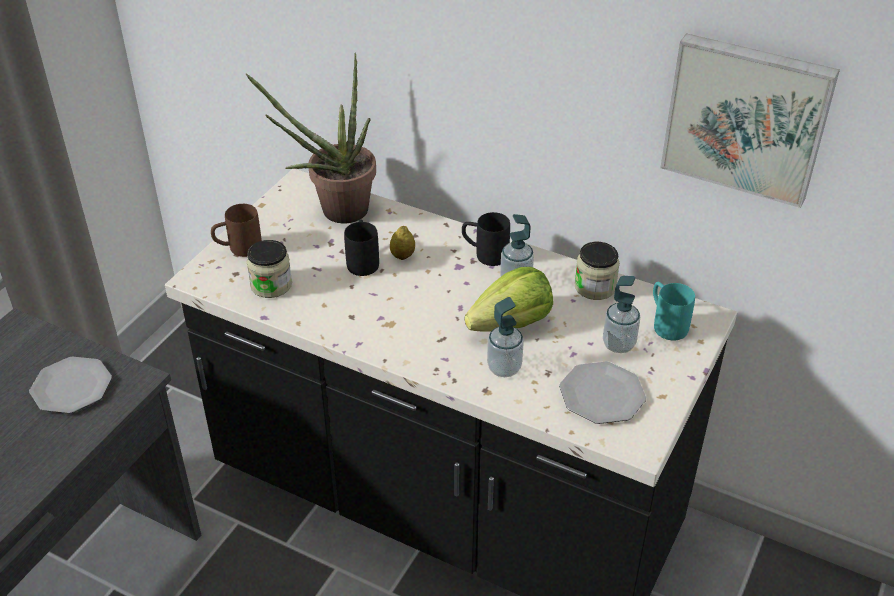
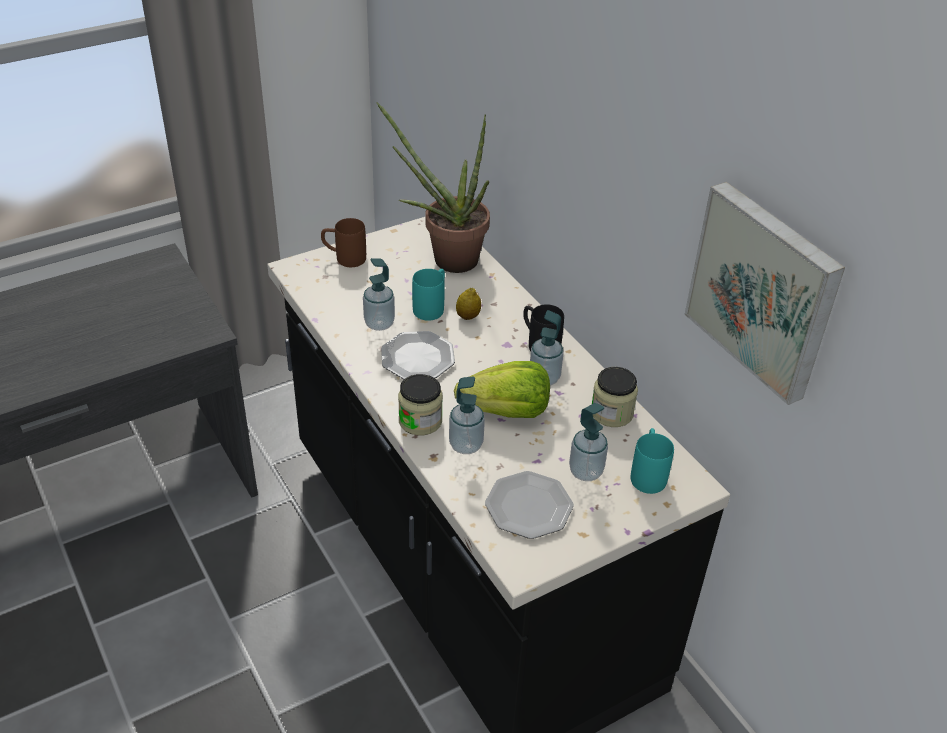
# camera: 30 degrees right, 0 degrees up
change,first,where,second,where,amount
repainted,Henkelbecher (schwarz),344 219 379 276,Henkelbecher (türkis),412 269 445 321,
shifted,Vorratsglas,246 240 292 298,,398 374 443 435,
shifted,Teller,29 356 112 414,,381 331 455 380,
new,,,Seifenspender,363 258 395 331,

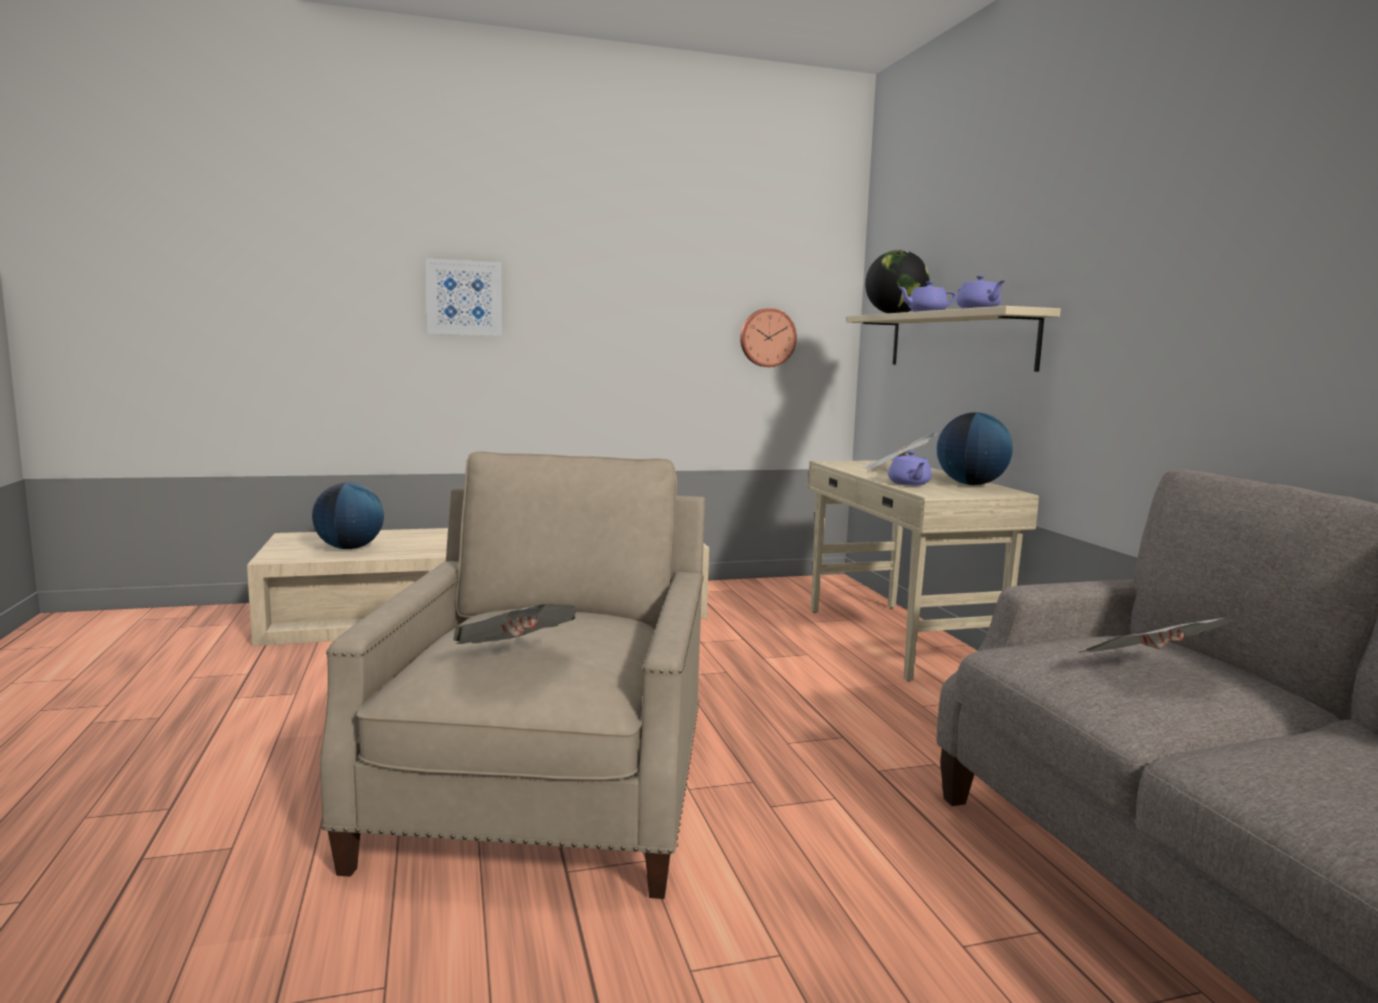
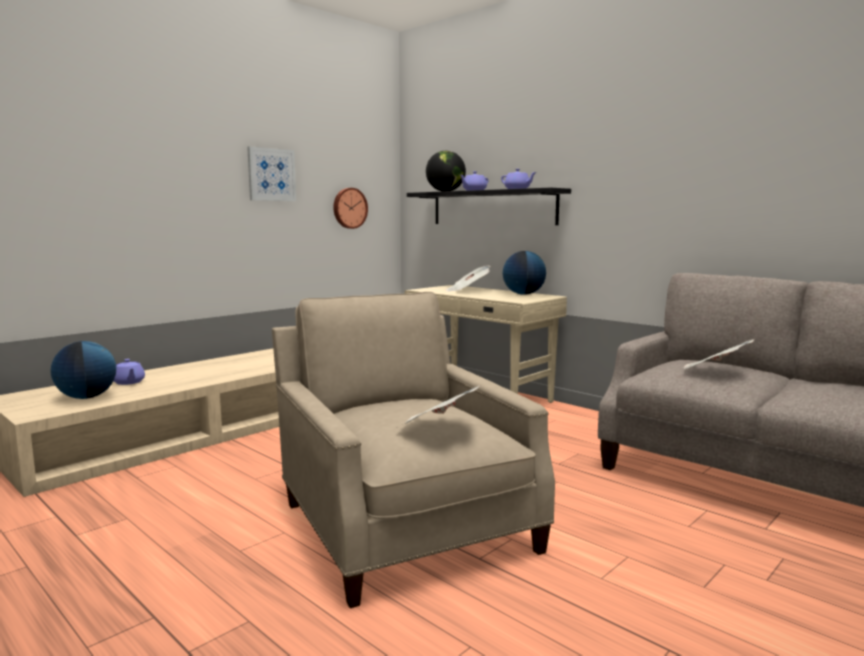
# camera: 30 degrees left, 0 degrees up
change,first,where,second,where,amount
shifted,Bild,426 258 502 336,,247 146 296 201,
repainted,Wandregal (beige),846 306 1061 372,Wandregal (schwarz),407 188 571 225,
shifted,Teekanne (lila),888 451 932 486,,114 359 145 385,

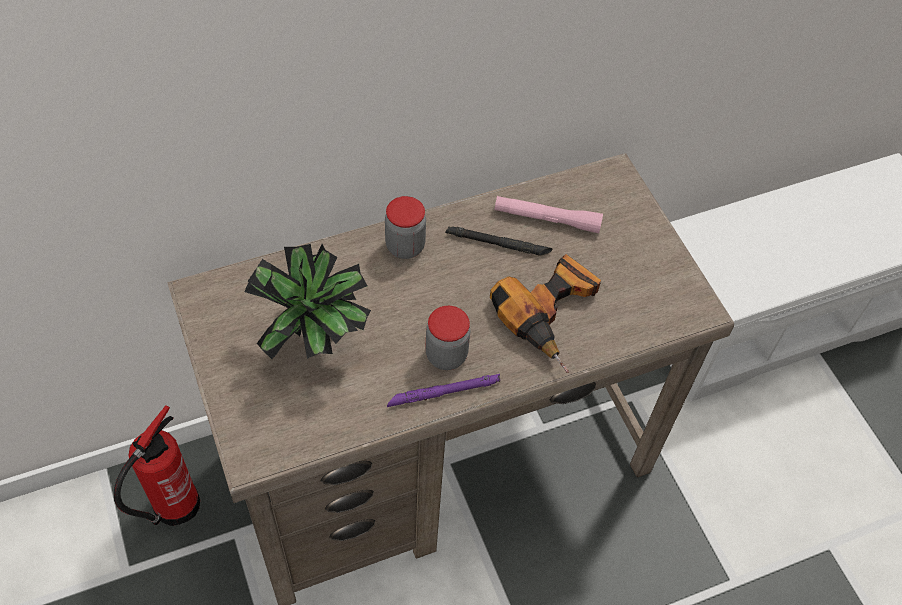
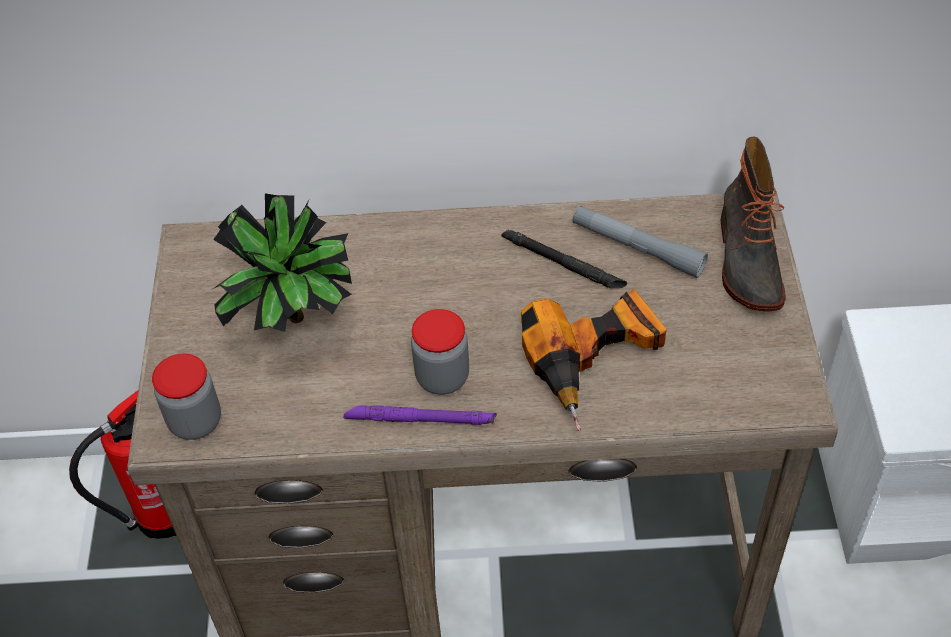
# camera: 25 degrees right, 5 degrees down
change,first,where,second,where,amount
shifted,Vorratsglas,385 196 426 259,,152 354 221 440,
repainted,Taschenlampe (rosa),495 196 603 233,Taschenlampe (grau),572 205 708 278,
new,,,Stiefel,721 137 786 311,

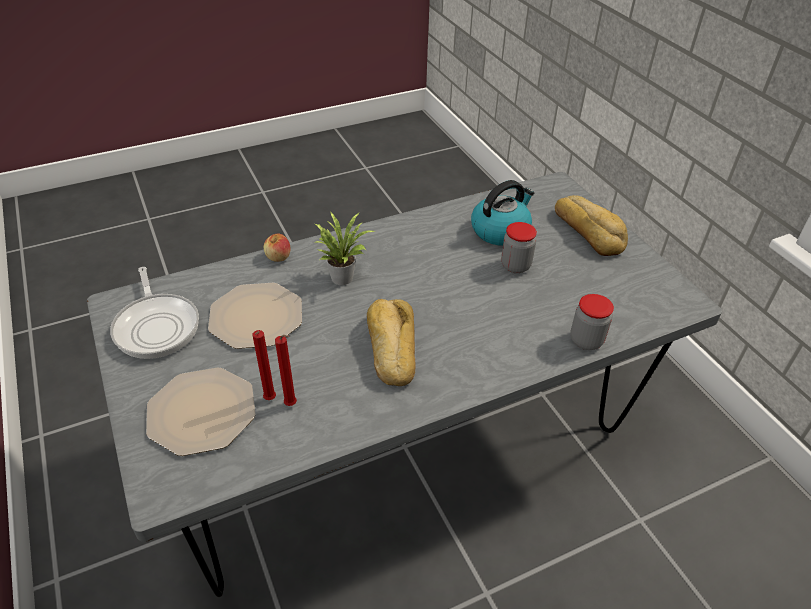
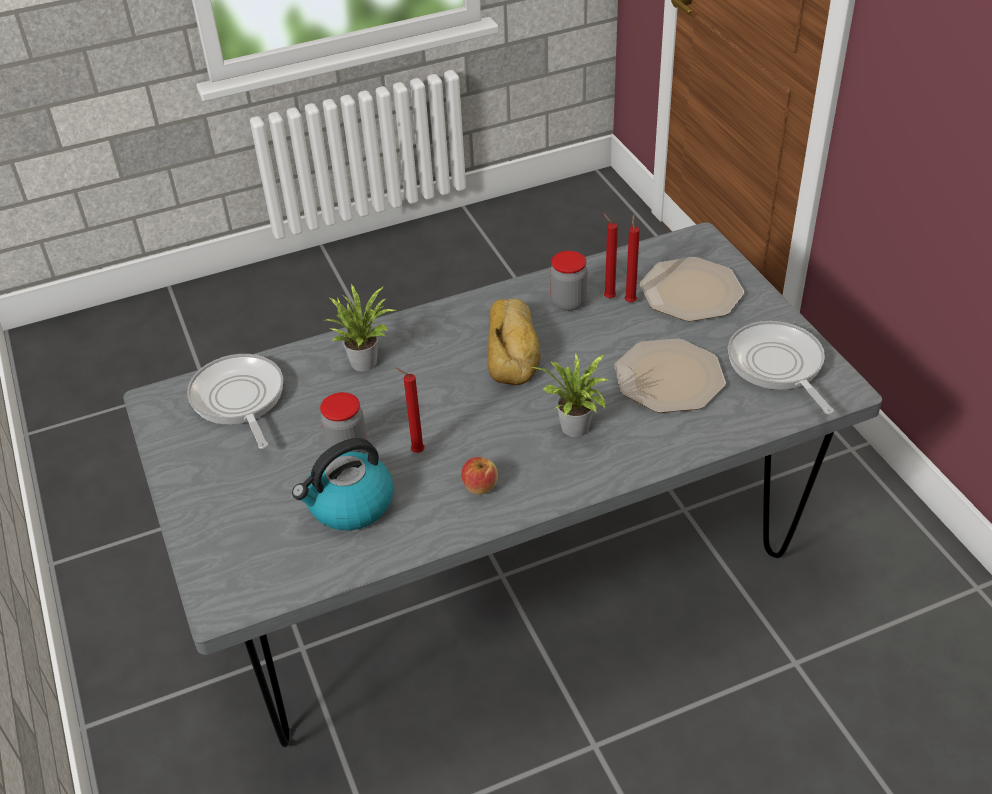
# camera: 175 degrees left, 0 degrees up
change,first,where,second,where,amount
gone,Brot,555 195 628 256,,,
shifted,Apfel,263 234 290 262,,461 457 498 495,
shifted,Vorratsglas,570 294 614 350,,550 251 587 311,
new,,,Topfpflanze,325 284 396 372,
new,,,Pfanne,187 354 283 449,
new,,,Kerze (rot),396 368 425 453,

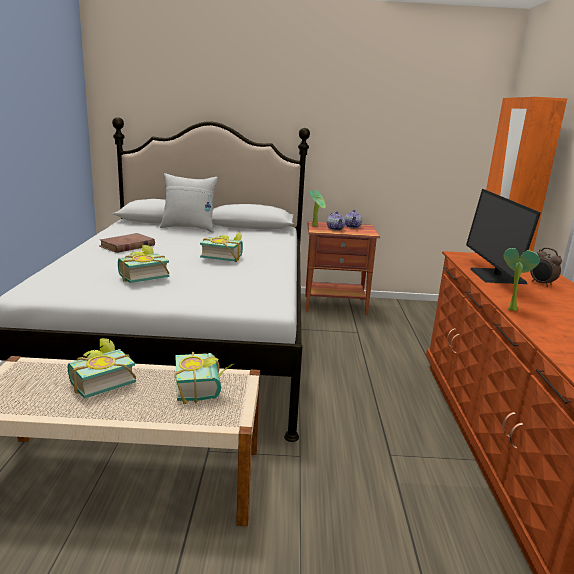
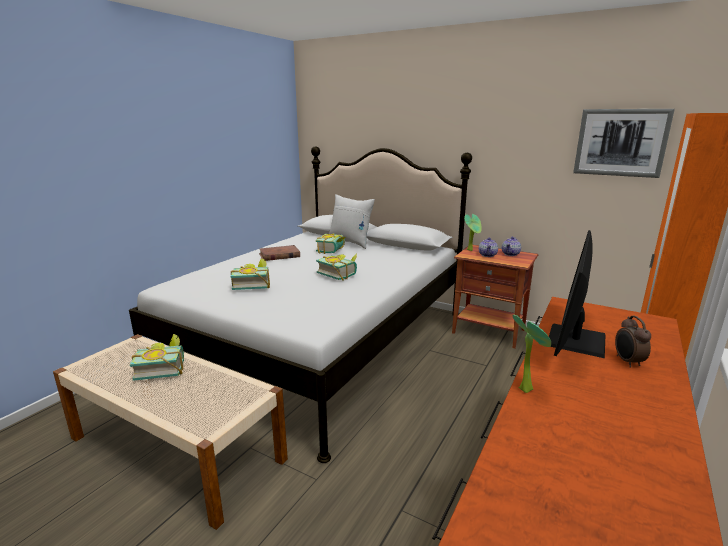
# camera: 30 degrees right, 0 degrees up
change,first,where,second,where,amount
shifted,Buch,174 352 234 404,,316 233 345 254,
new,,,Bild,573 109 675 178,

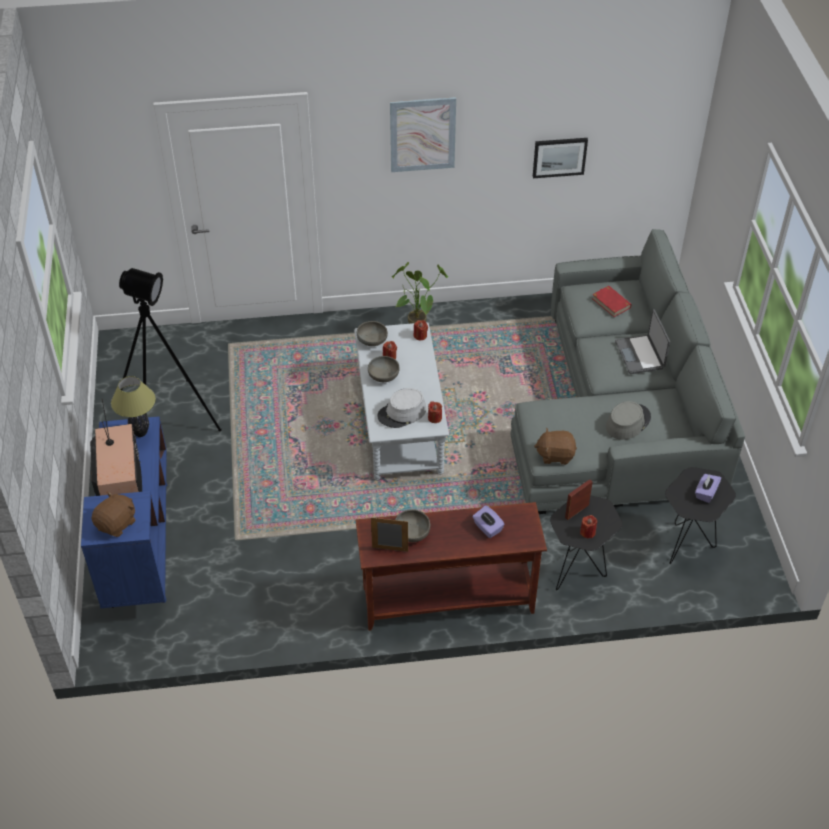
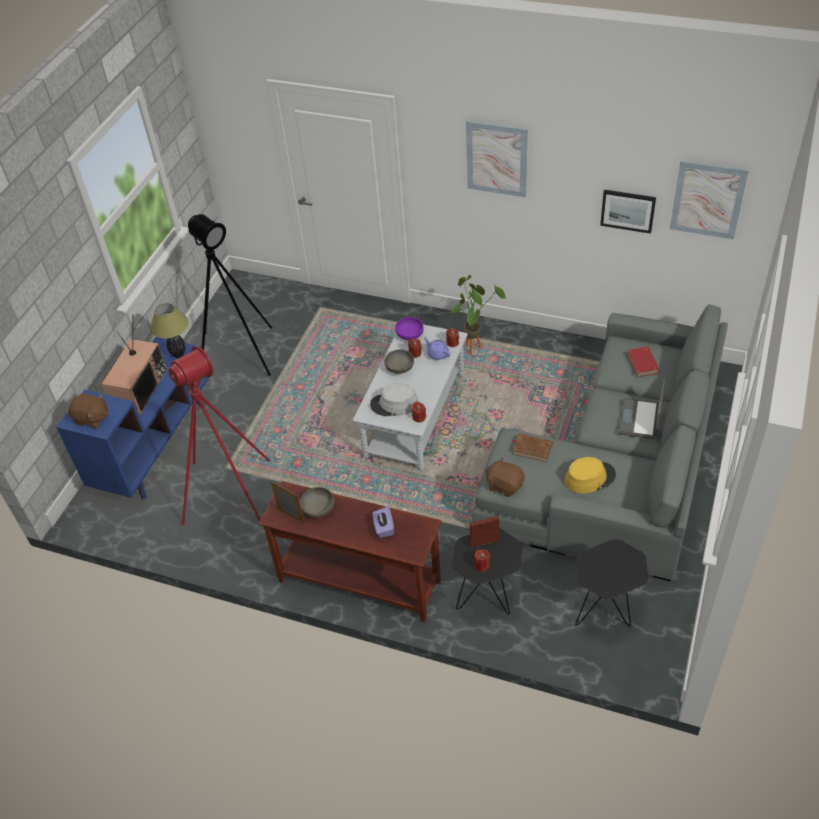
# camera: 30 degrees right, 0 degrees up
change,first,where,second,where,amount
repainted,Schüssel (grau),357 321 388 346,Schüssel (lila),395 317 424 340,
repainted,Hut (grau),606 401 651 440,Hut (gelb),565 457 616 493,
gone,Taschentuchbox (lila),695 474 721 503,,,
rotated,Plüschtier (braun),91 492 136 537,,68 393 108 428,45 degrees clockwise
new,,,Bild,670 160 749 239,
new,,,Teekanne (lila),424 337 450 360,
new,,,Stehlampe (rot),168 346 270 526,
new,,,Buch (braun),511 434 553 462,

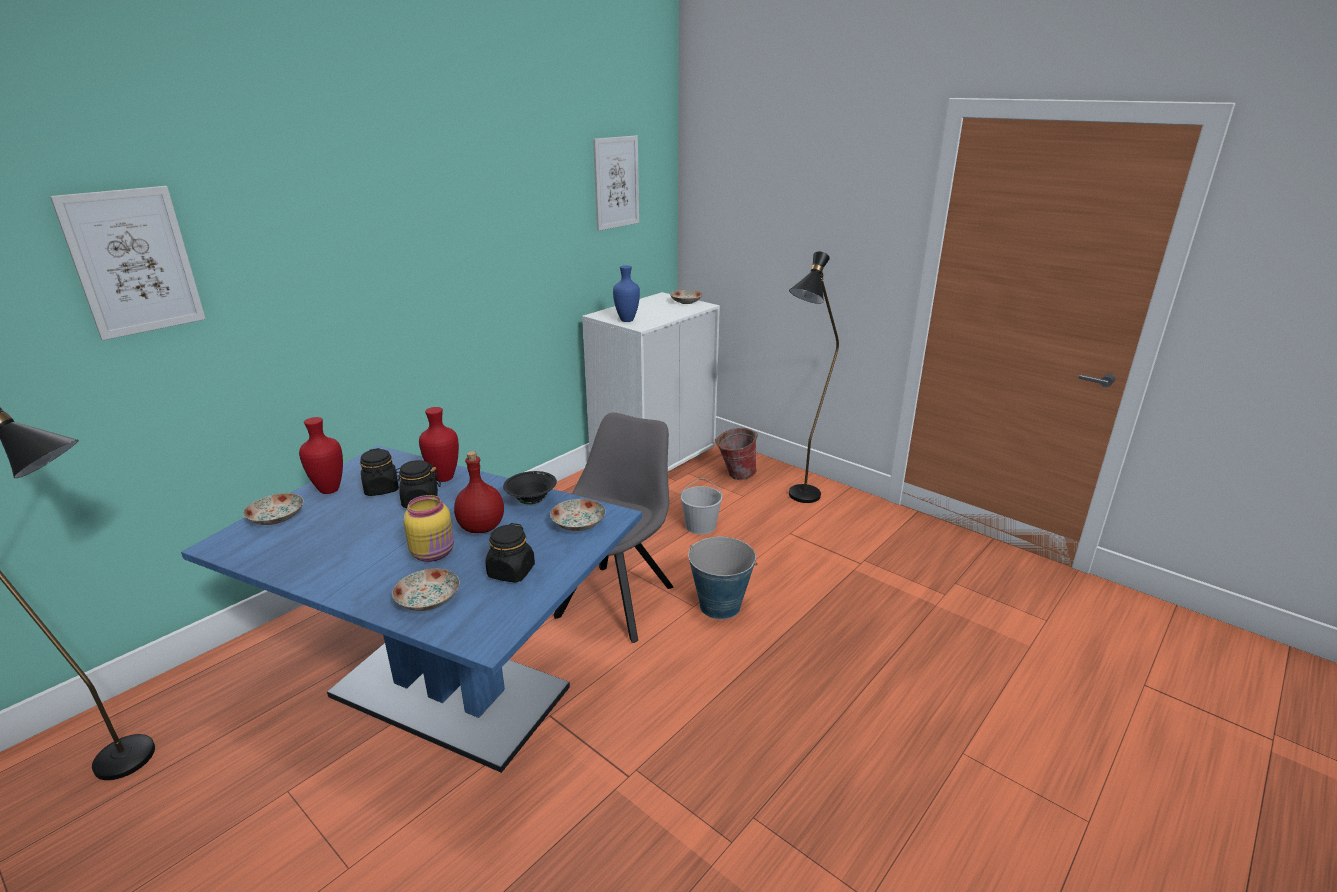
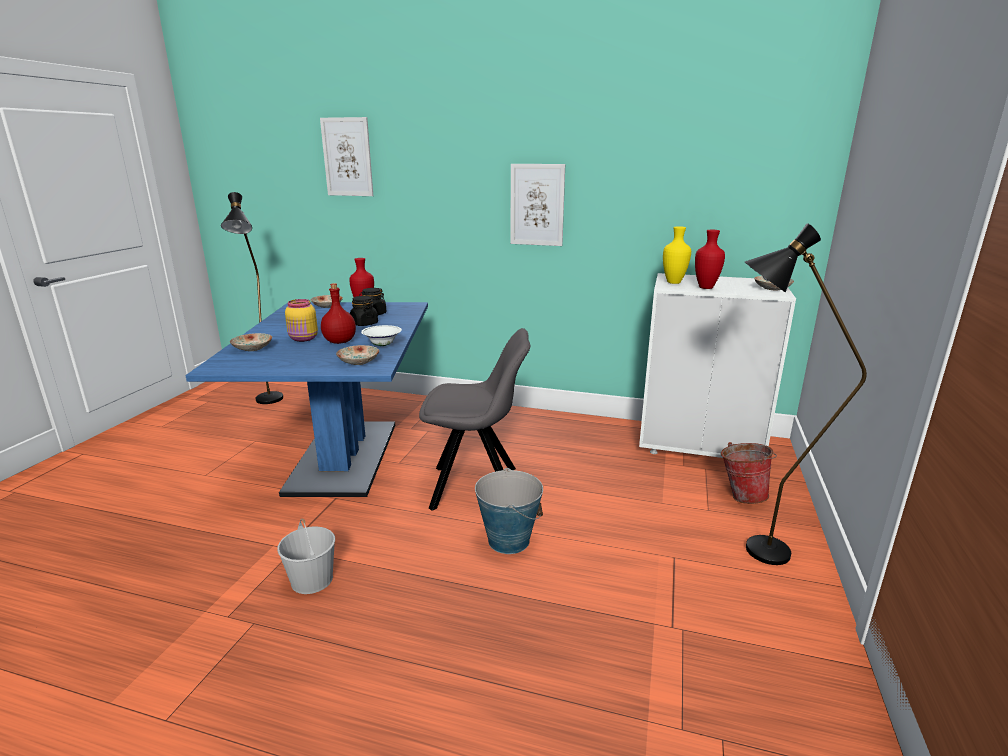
# camera: 65 degrees right, 5 degrees down
change,first,where,second,where,amount
shifted,Bild,593 136 639 231,,510 164 565 246,
repainted,Vase (blau),613 265 640 322,Vase (gelb),663 226 691 284,
shifted,Vase (rot),419 407 459 482,,695 230 725 289,
repainted,Schüssel (schwarz),503 471 557 505,Schüssel (weiß),361 325 402 346,
shifted,Eimer (weiß),680 478 722 535,,277 518 335 594,
gone,Vorratsglas (schwarz),485 523 535 582,,,

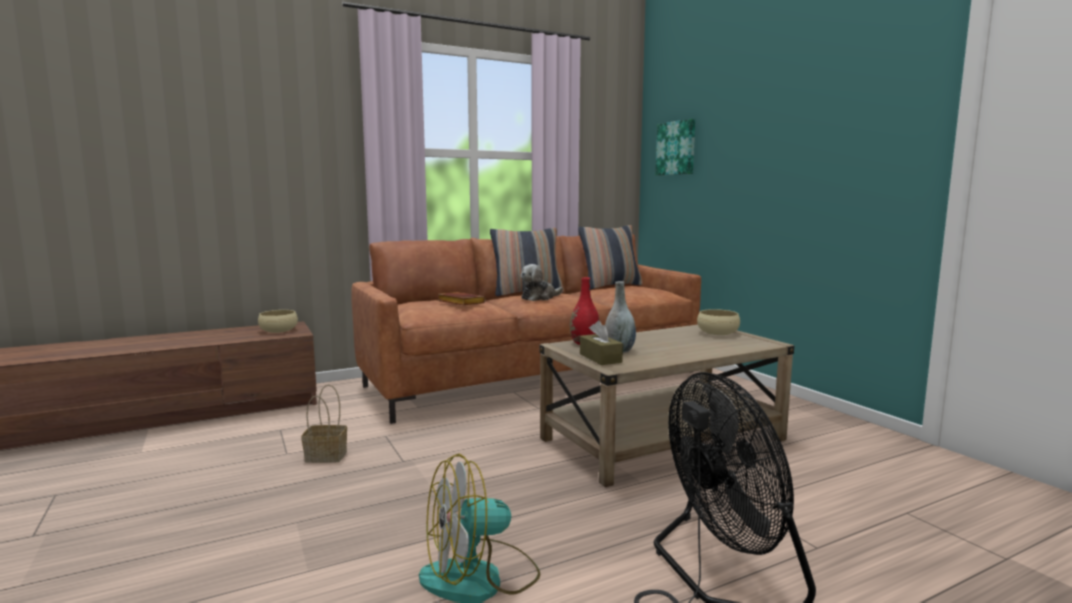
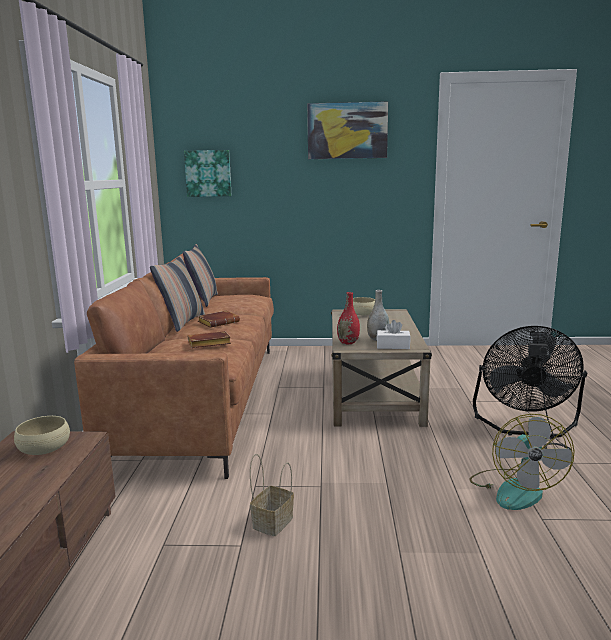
# camera: 60 degrees left, 5 degrees up
change,first,where,second,where,amount
swapped,Plüschtier,520 264 563 301,Buch (braun),198 311 240 328,
repainted,Taschentuchbox (braun),580 321 623 365,Taschentuchbox (weiß),377 320 411 349,
new,,,Bild,307 101 388 159,

